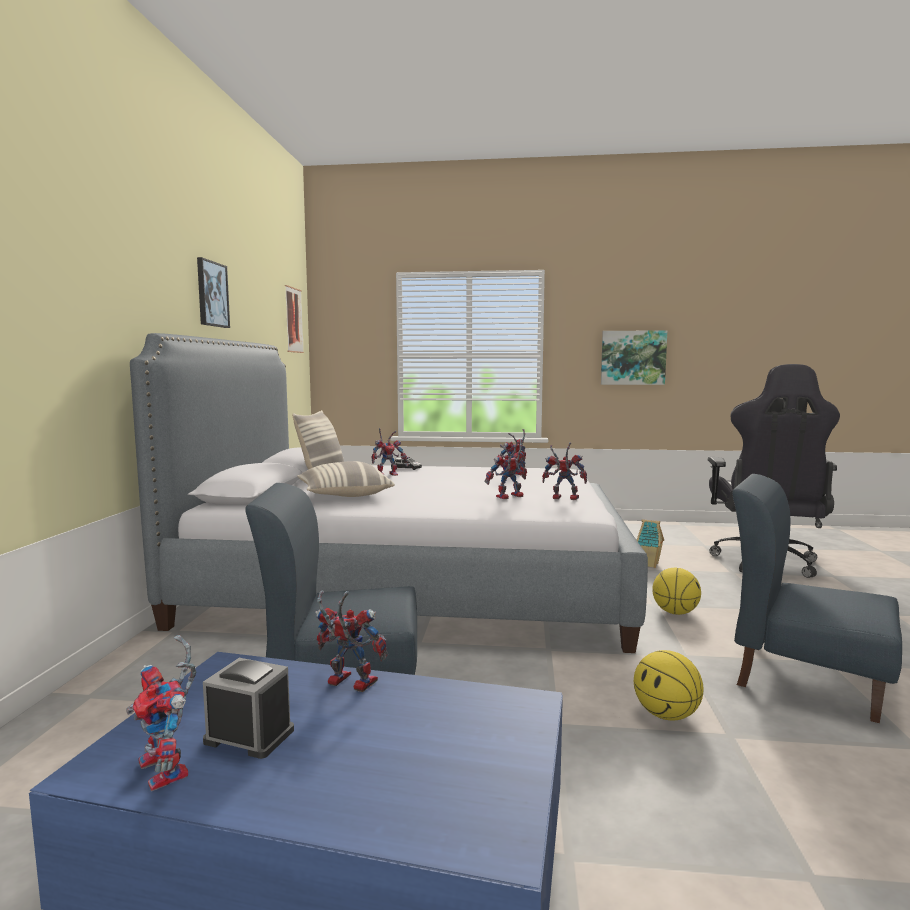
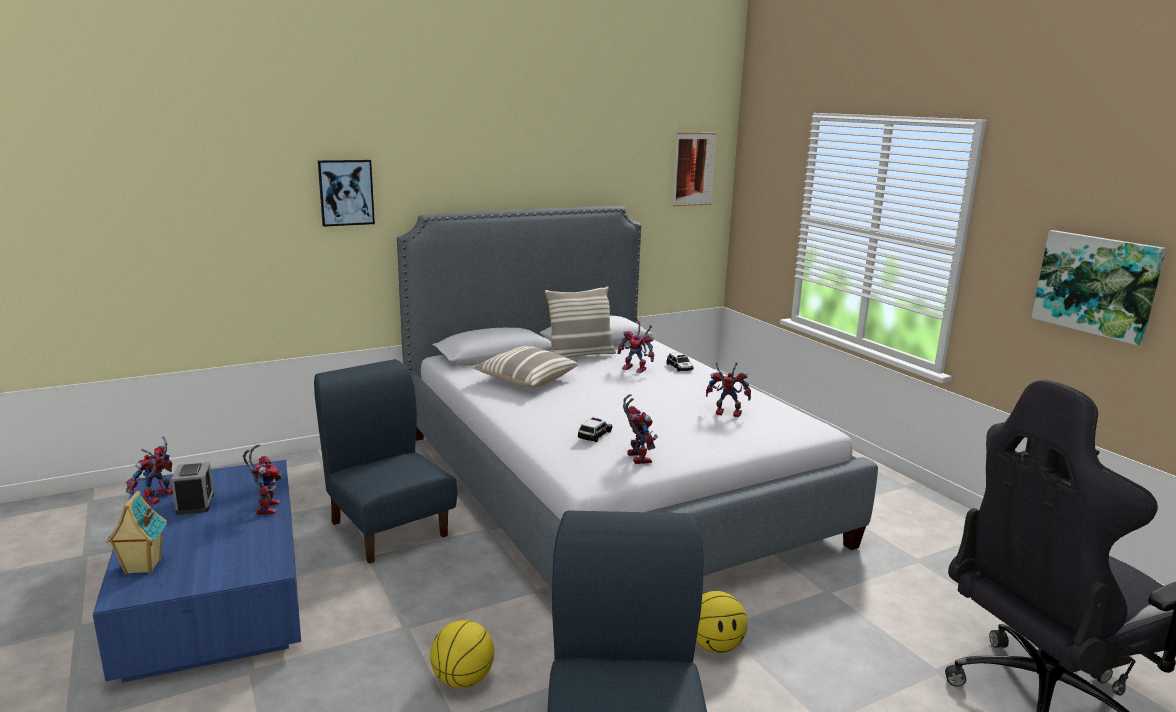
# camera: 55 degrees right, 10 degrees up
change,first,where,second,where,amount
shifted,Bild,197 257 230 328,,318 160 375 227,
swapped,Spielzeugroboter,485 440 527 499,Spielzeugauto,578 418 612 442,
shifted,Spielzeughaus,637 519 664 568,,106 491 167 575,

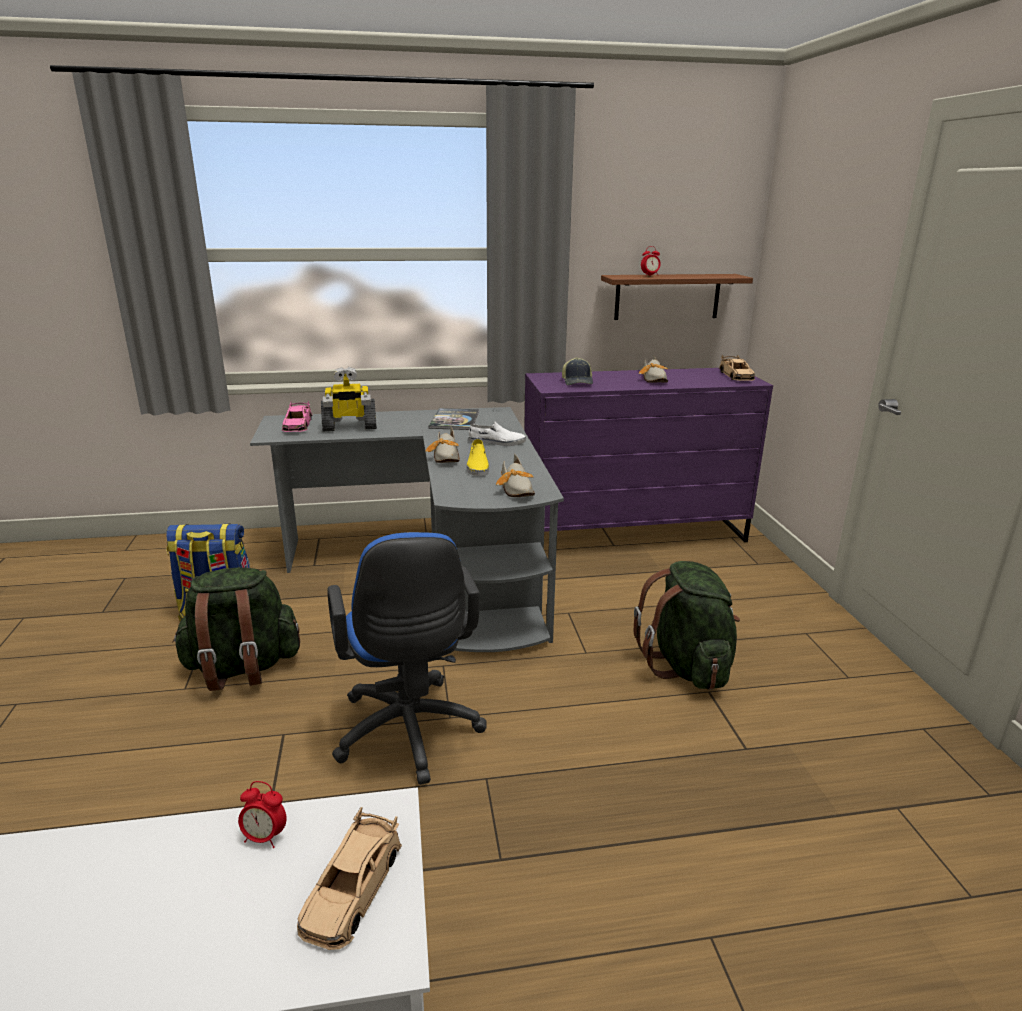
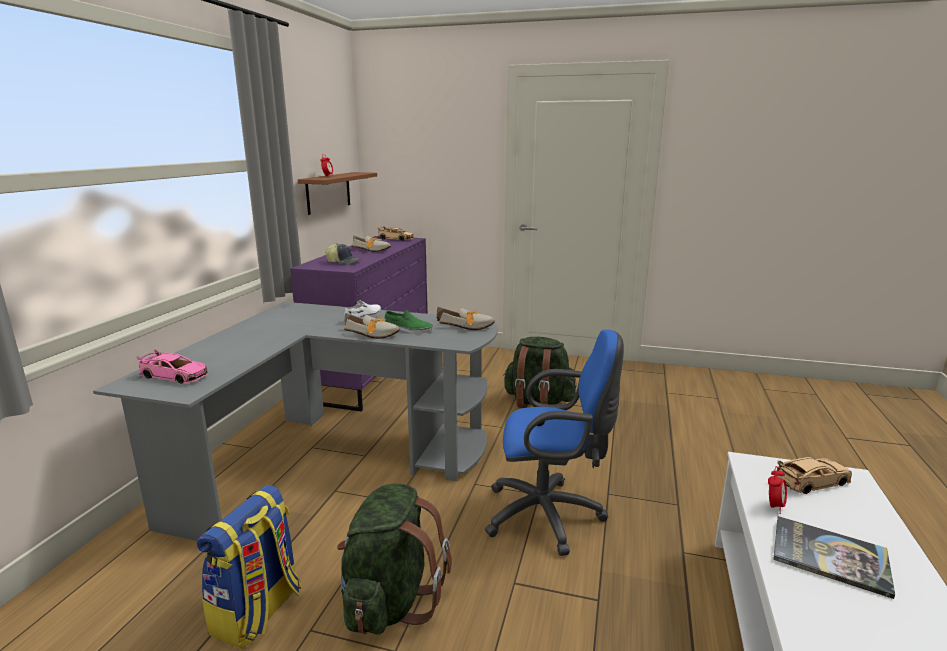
# camera: 65 degrees left, 5 degrees down
change,first,where,second,where,amount
gone,Spielzeugroboter,321 367 377 431,,,
shifted,Buch,429 408 479 430,,773 516 895 599,
repainted,Schuh (gelb),467 439 489 476,Schuh (grün),385 310 434 334,
rotated,Spielzeugauto (beige),297 807 402 950,,775 457 852 494,60 degrees counterclockwise

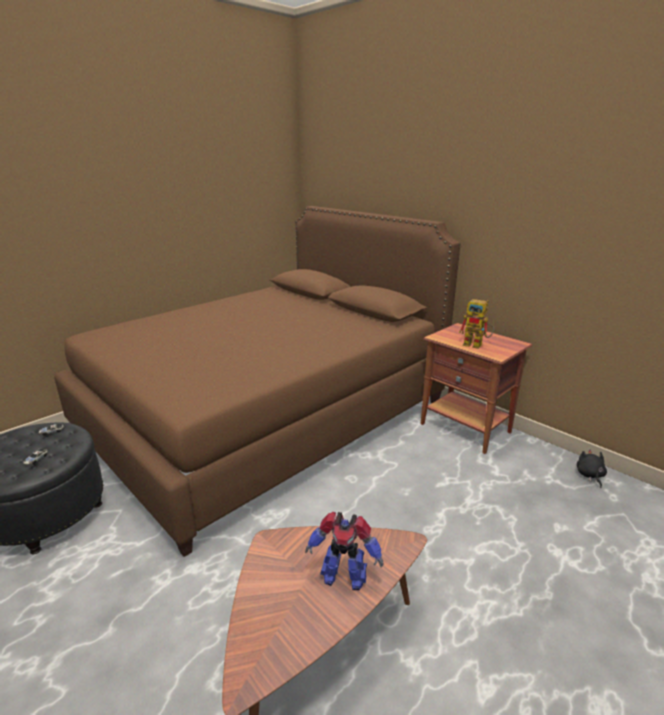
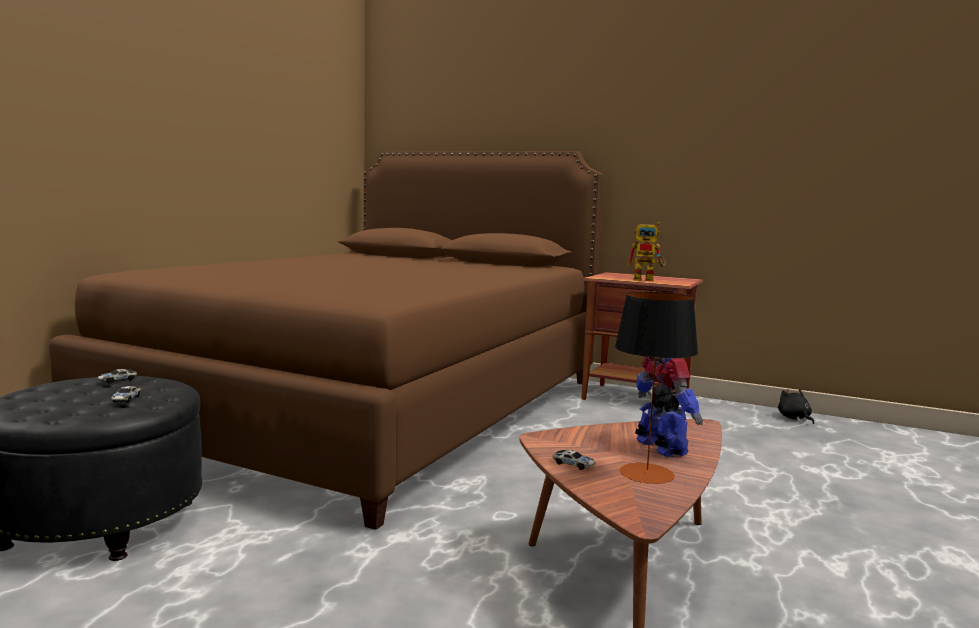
# camera: 20 degrees left, 15 degrees down
change,first,where,second,where,amount
rotated,Spielzeugroboter,305 512 383 590,,635 356 703 457,105 degrees counterclockwise
new,,,Tischlampe,615 292 698 484,
new,,,Spielzeugauto,553 450 596 470,

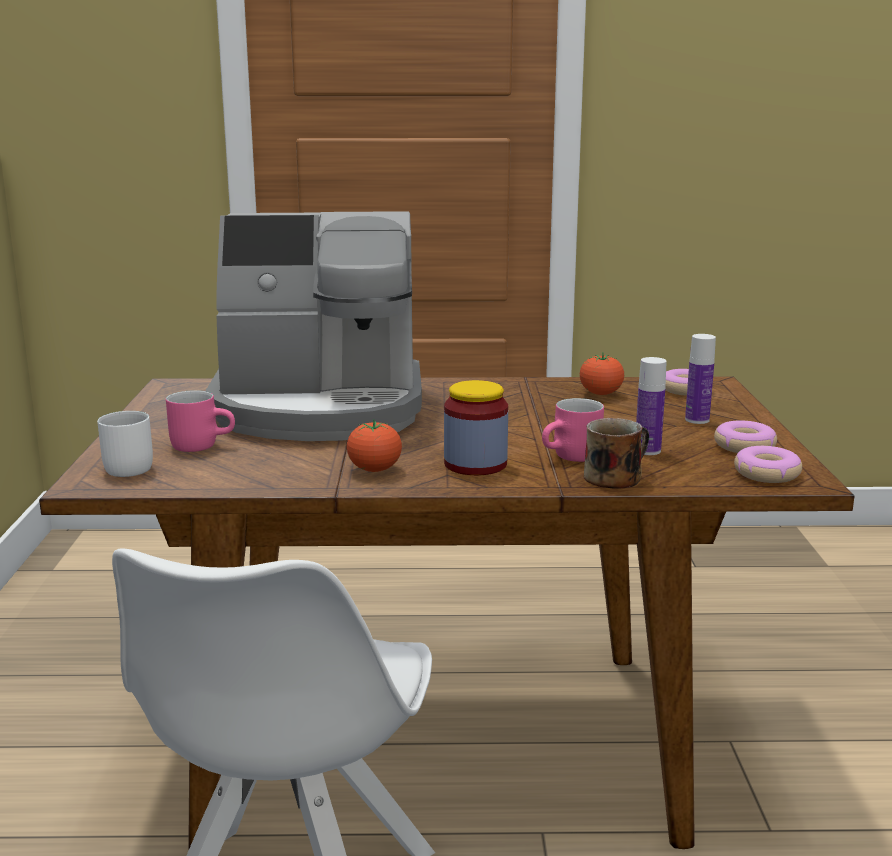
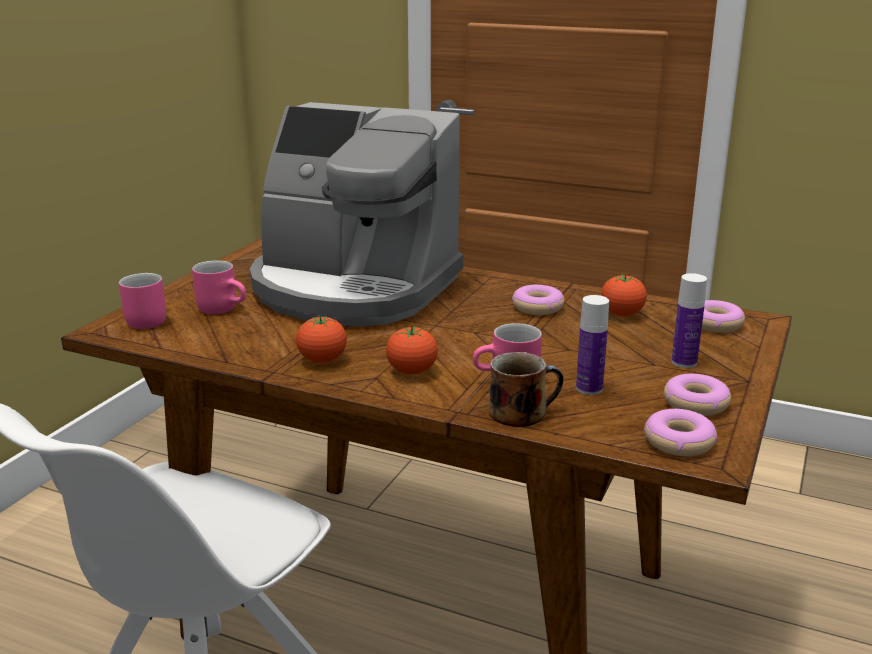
# camera: 25 degrees right, 5 degrees up
change,first,where,second,where,amount
swapped,Vorratsglas,444 380 508 475,Tomate,386 326 438 374,
repainted,Henkelbecher (weiß),97 411 153 477,Henkelbecher (rosa),119 273 166 329,
new,,,Donut,512 285 564 315,

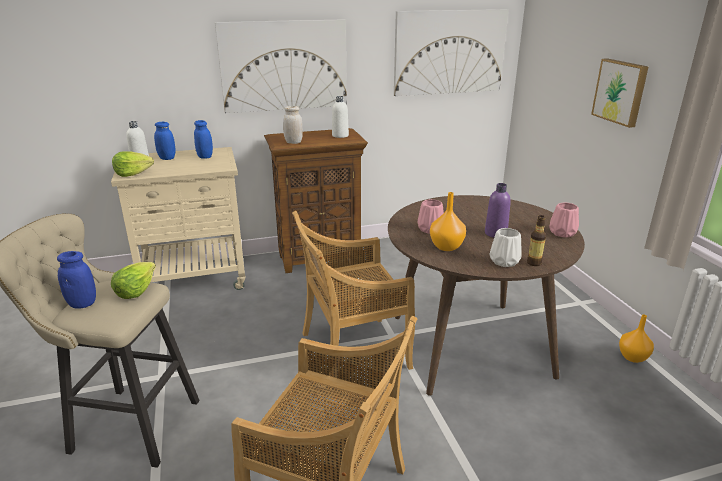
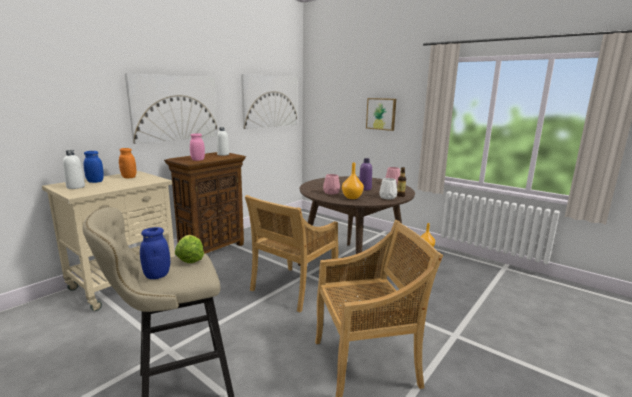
# camera: 35 degrees left, 10 degrees down
change,first,where,second,where,amount
repainted,Vorratsglas (weiß),283 106 303 144,Vorratsglas (rosa),190 133 205 161,
repainted,Vorratsglas (blau),194 120 213 159,Vorratsglas (orange),119 148 137 178,
gone,Salatkopf,112 151 154 177,,,

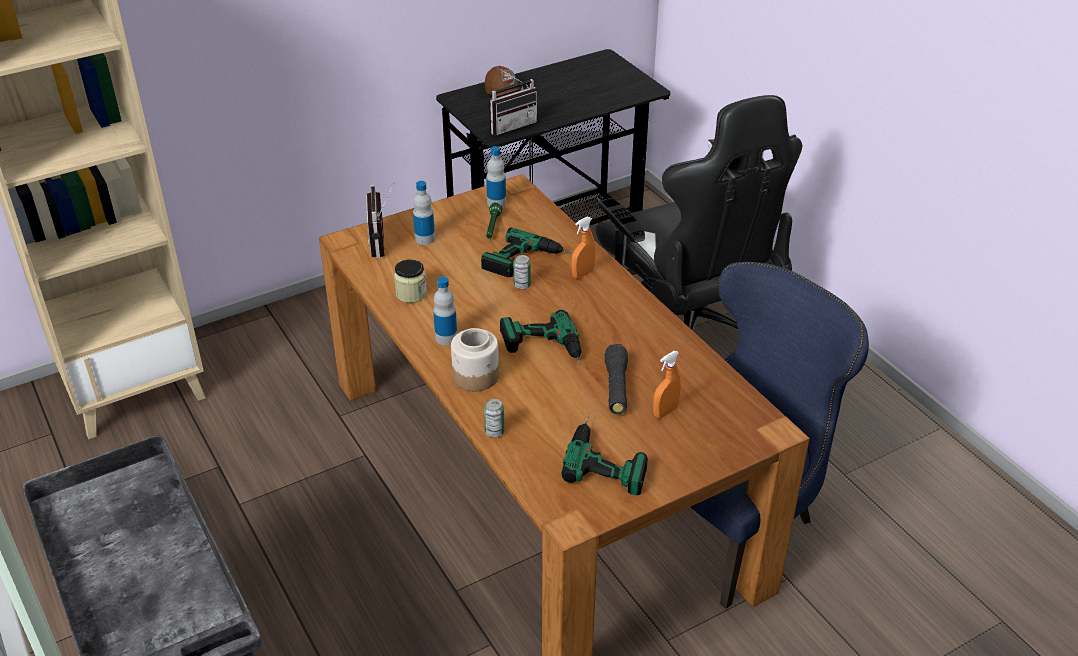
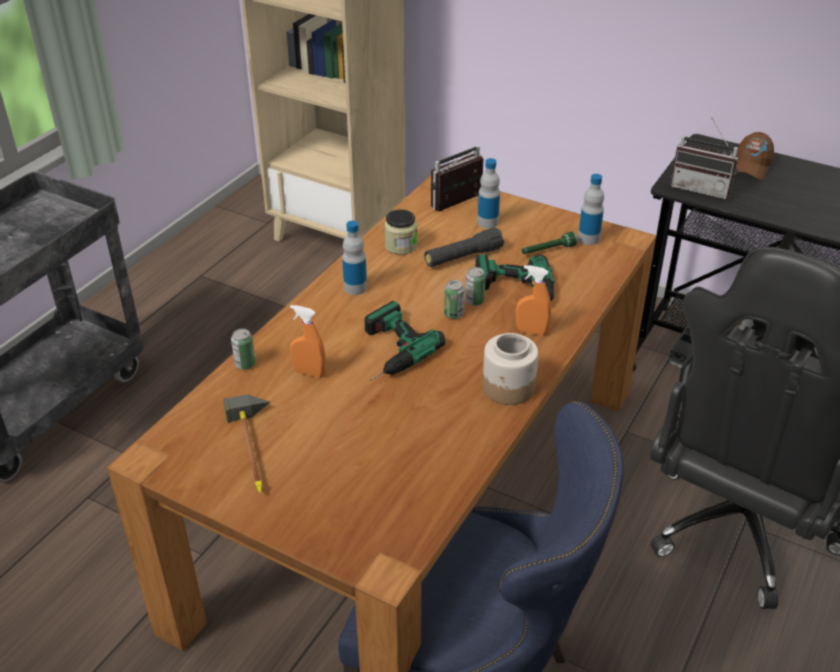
# camera: 60 degrees right, 0 degrees up
change,first,where,second,where,amount
shifted,Vorratsglas,451 328 499 391,,483 333 538 405,
shifted,Taschenlampe (schwarz),605 344 628 414,,424 228 504 267,
shifted,Sprühflasche (orange),653 351 681 418,,290 305 326 378,
swapped,Bohrmaschine,561 413 648 495,Hammer,223 394 270 493,
new,,,Dose,444 280 464 319,

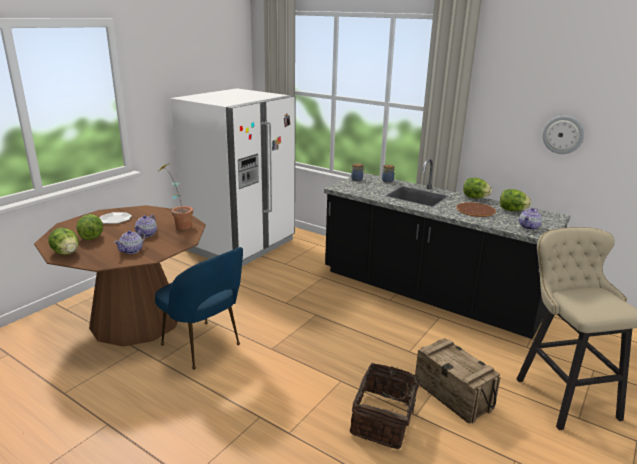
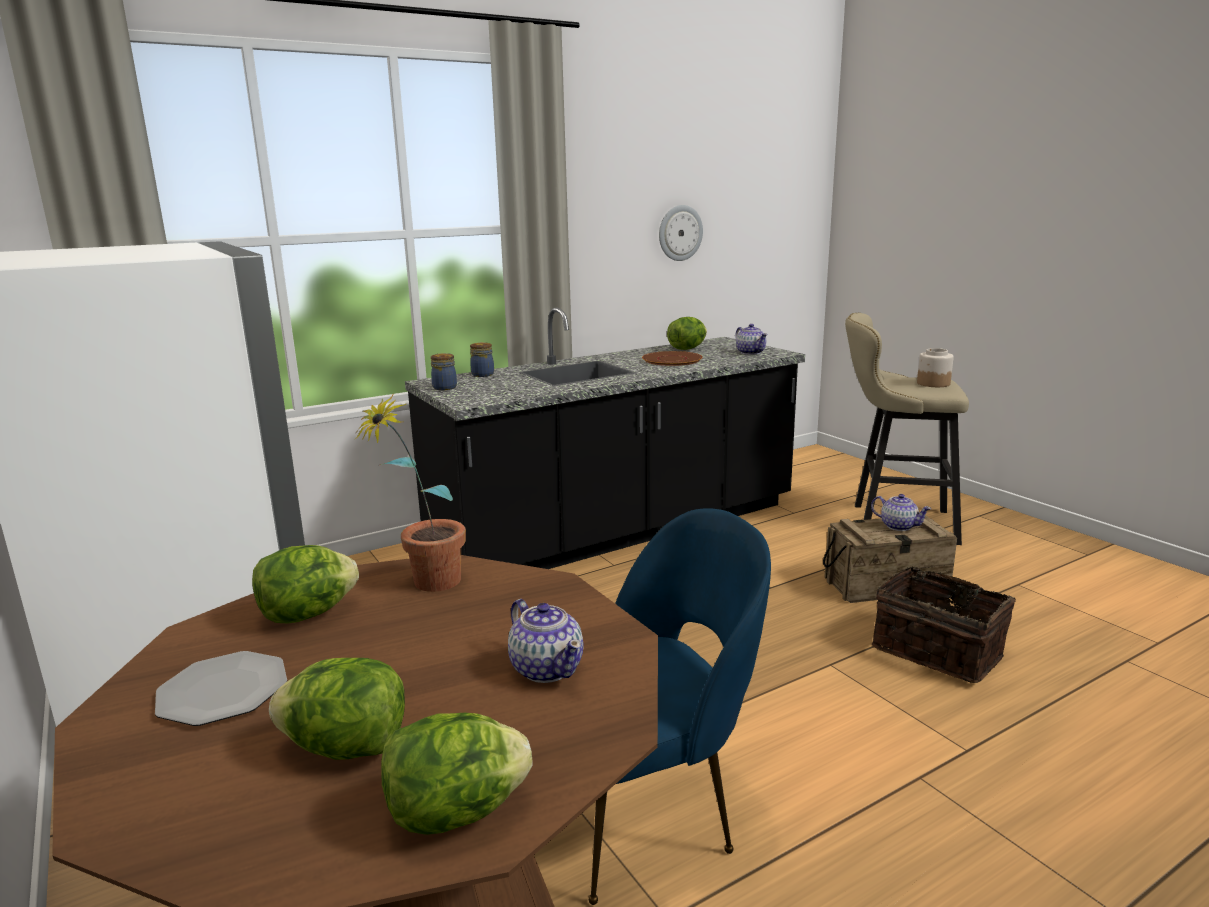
# camera: 65 degrees left, 5 degrees down
change,first,where,second,where,amount
shifted,Salatkopf,463 178 492 198,,252 545 359 623,
shifted,Teekanne,135 215 157 237,,871 494 932 531,
new,,,Vorratsglas,917 348 954 387,

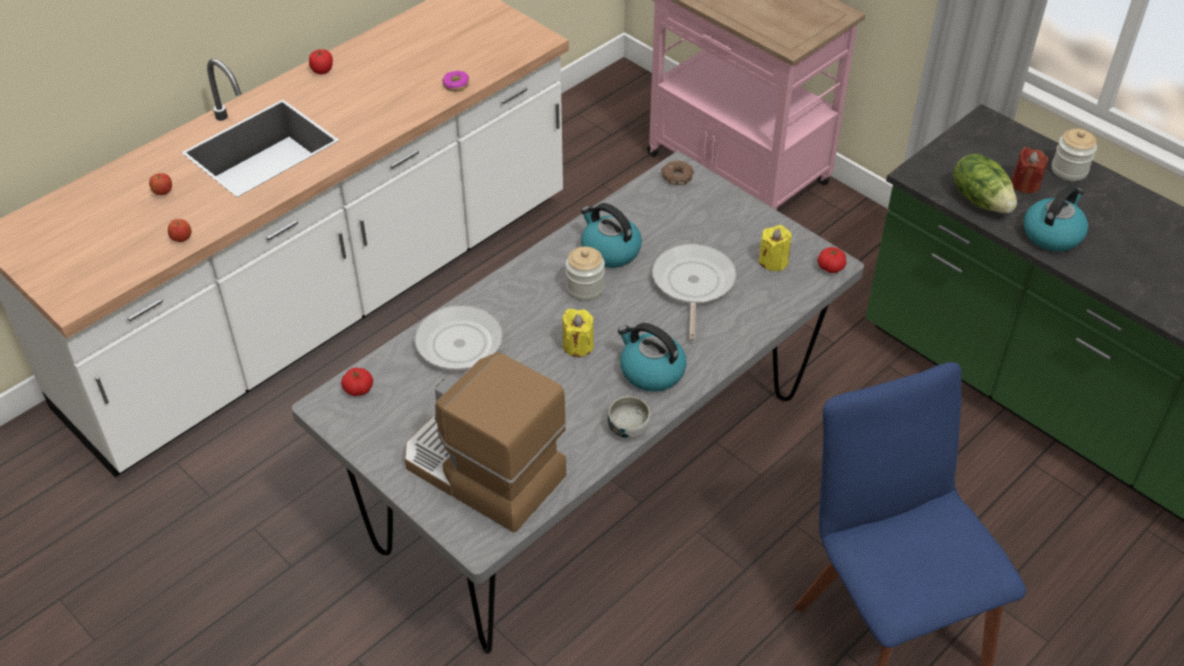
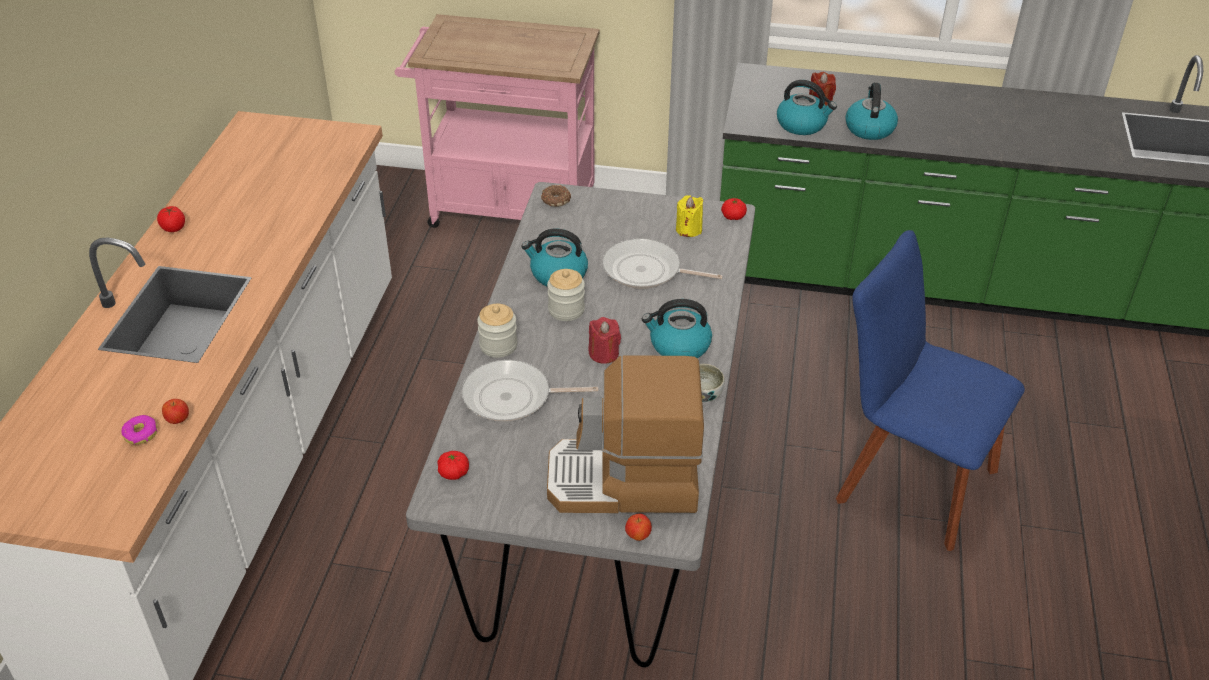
# camera: 35 degrees left, 5 degrees down
change,first,where,second,where,amount
shifted,Donut,442 71 469 92,,122 415 157 445,
shifted,Vorratsglas,1052 129 1097 181,,477 304 517 358,
swapped,Salatkopf,953 154 1017 213,Wasserkessel,777 80 837 135,
shifted,Apfel,149 173 172 195,,625 514 652 541,
rotated,Pfanne,652 244 736 340,,602 239 723 289,45 degrees counterclockwise
repainted,Kerze (gelb),562 309 594 357,Kerze (rot),588 317 621 364,

